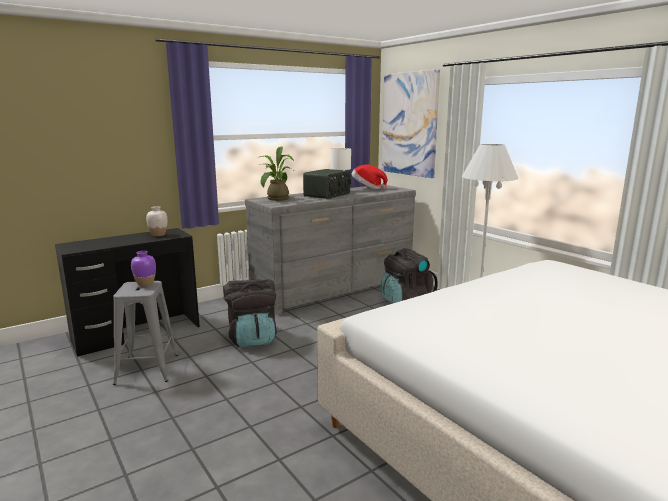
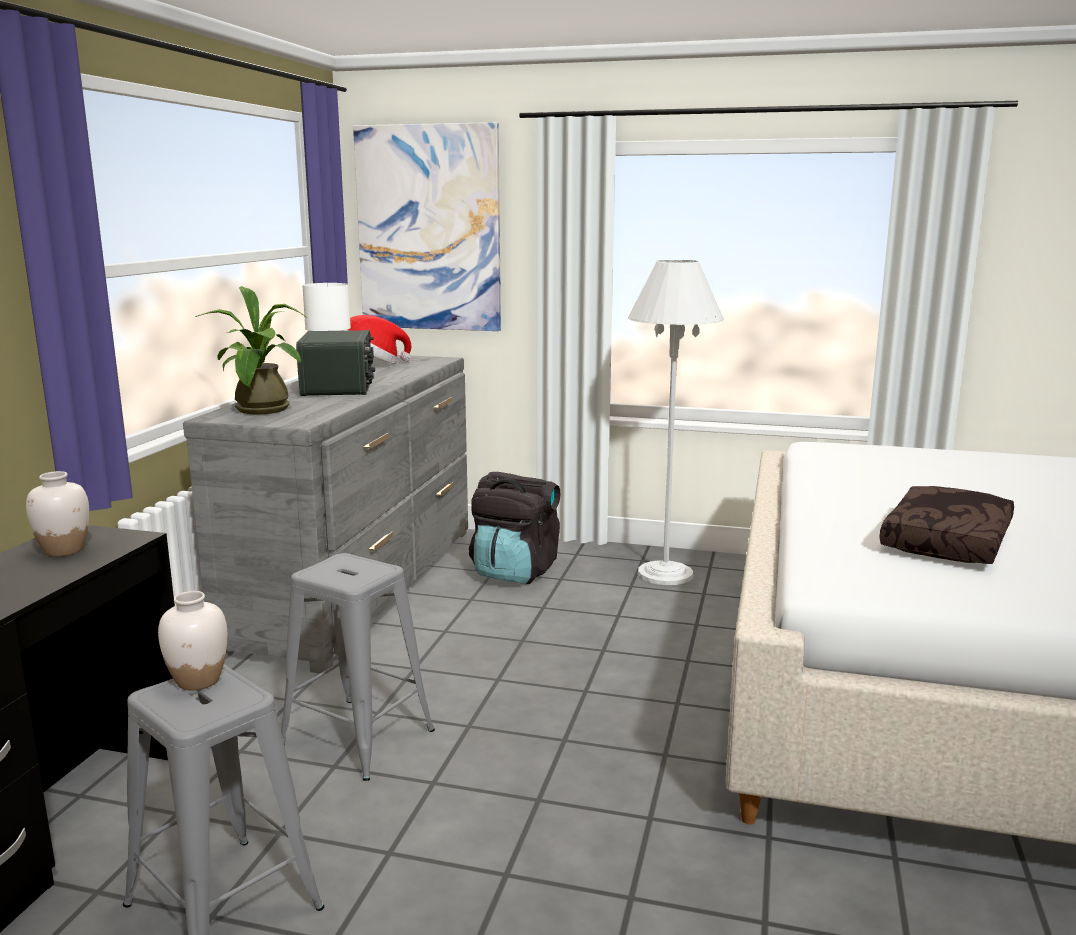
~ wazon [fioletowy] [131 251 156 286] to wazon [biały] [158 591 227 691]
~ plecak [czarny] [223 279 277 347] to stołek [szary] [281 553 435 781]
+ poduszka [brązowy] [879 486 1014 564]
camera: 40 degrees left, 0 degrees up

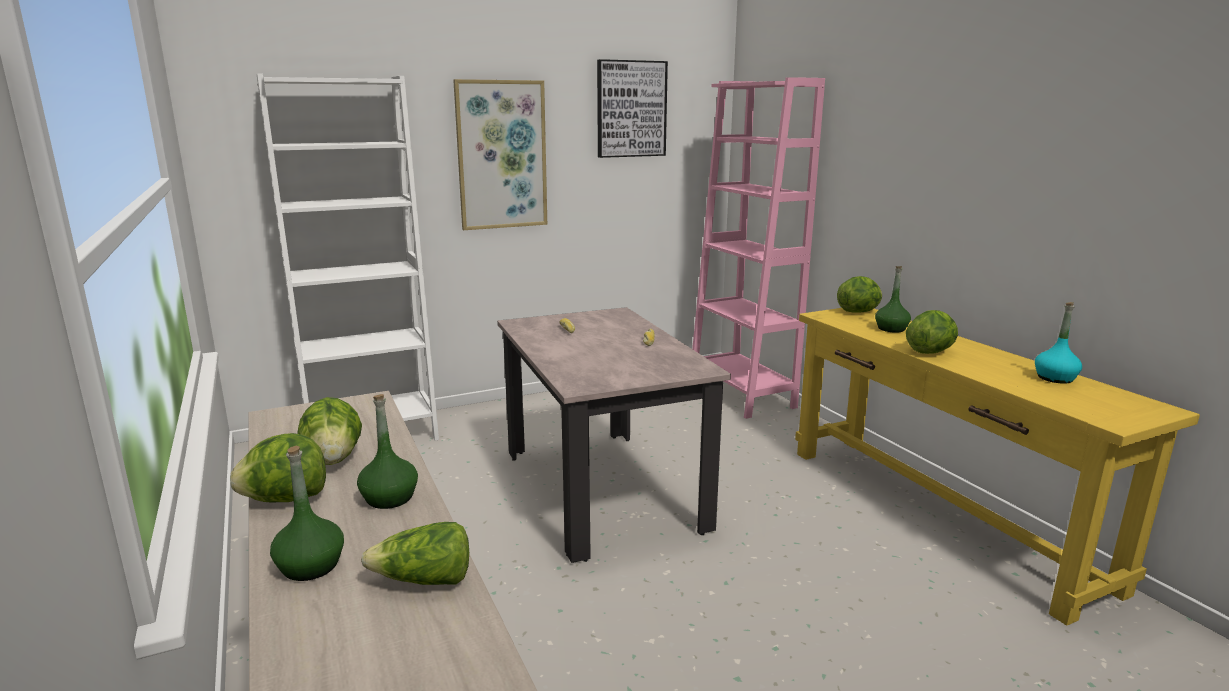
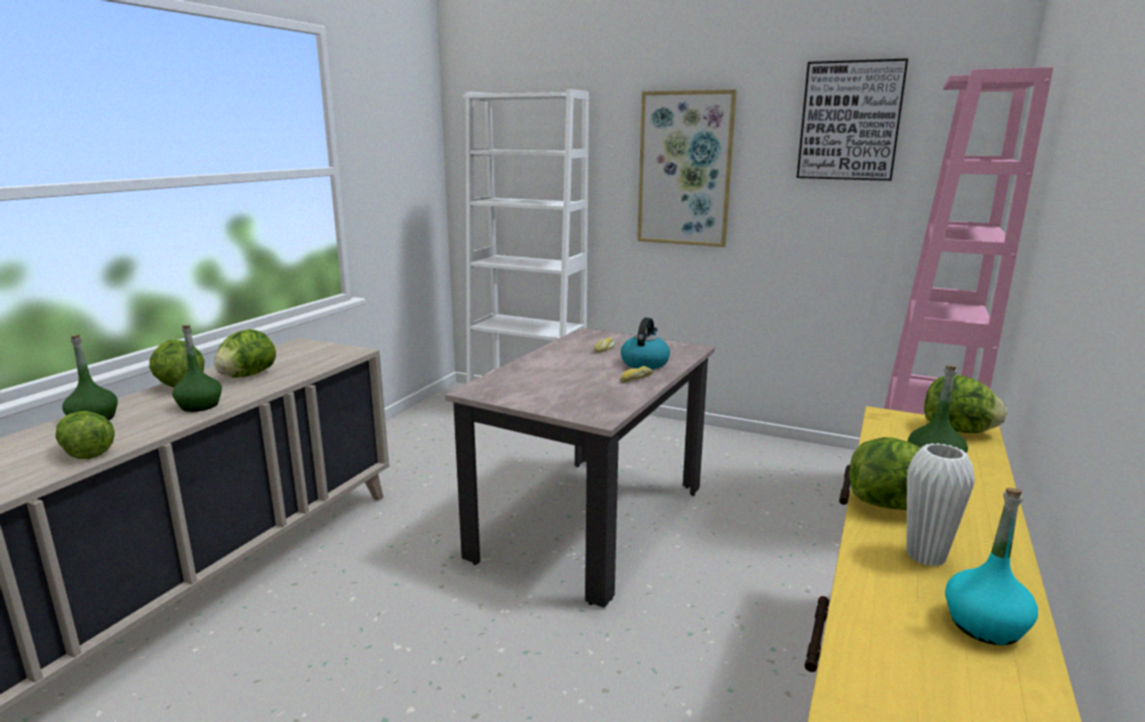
+ czajnik [621 318 670 369]
+ wazon [biały] [907 443 975 567]
camera: 50 degrees right, 0 degrees up

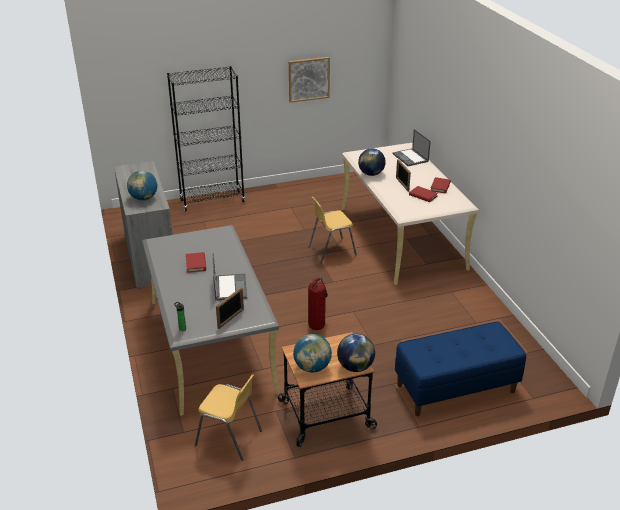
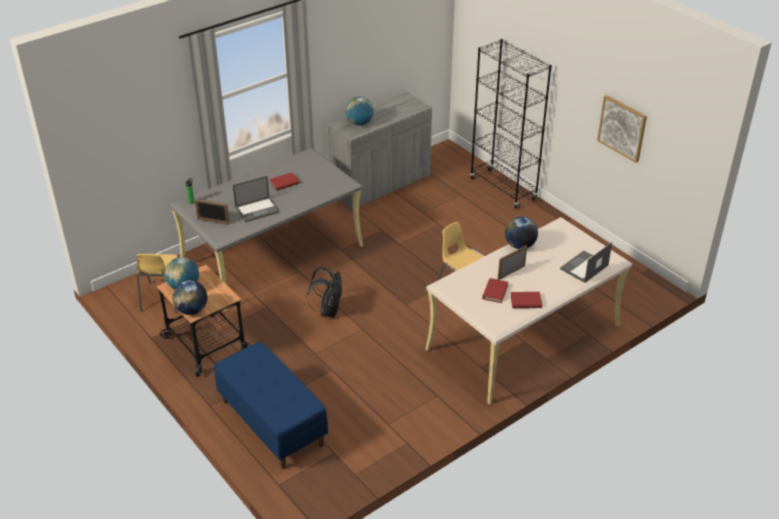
~ gaśnica [308 278 328 330] to plecak [czarny] [306 267 342 318]
camera: 70 degrees right, 5 degrees up

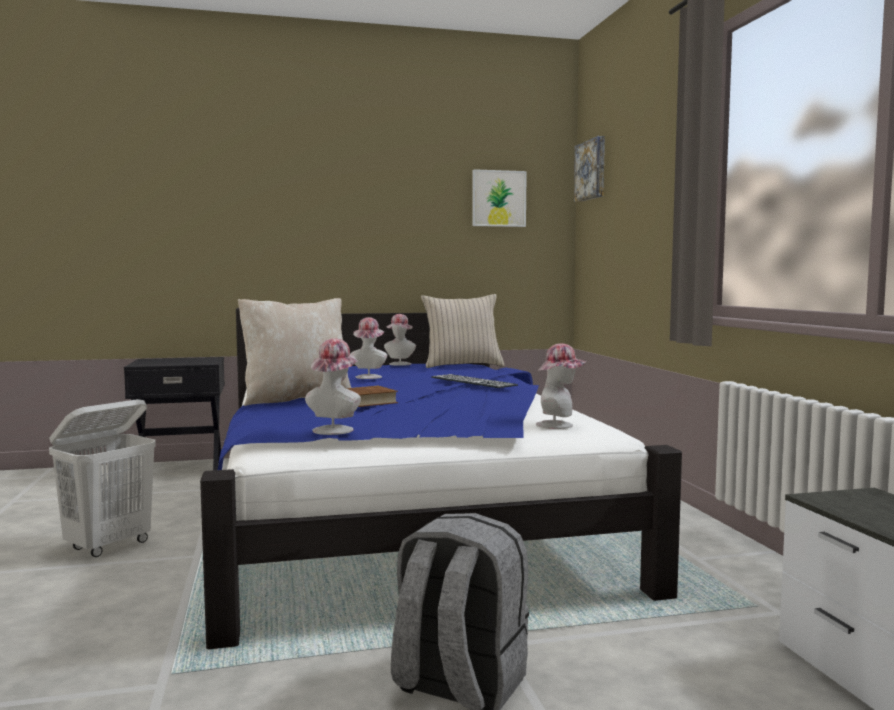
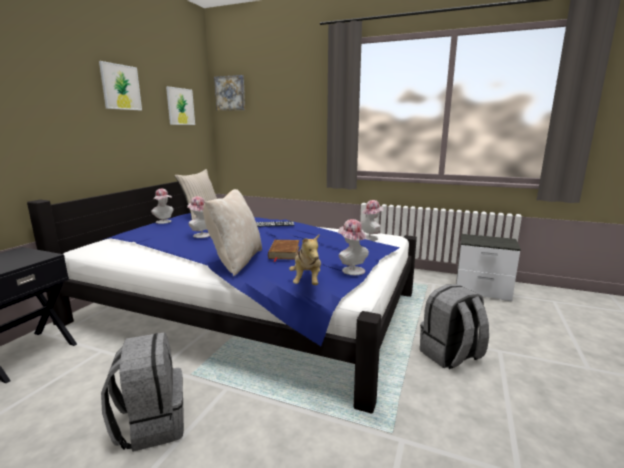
+ obraz [99 61 142 110]
~ kosz na pranie [biały] [49 399 156 557] to plecak [szary] [101 332 184 452]
+ pluszak [289 233 321 285]
camera: 55 degrees left, 10 degrees up

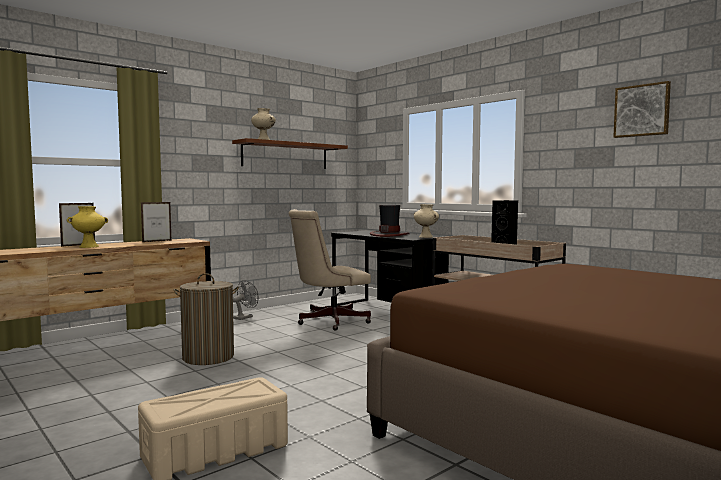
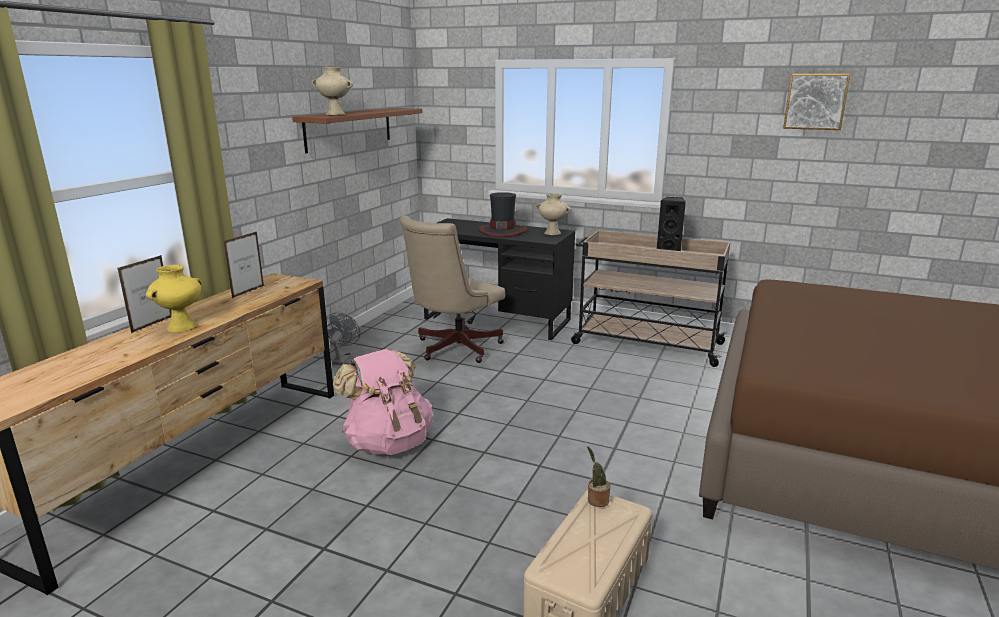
~ kosz na pranie [173 273 239 365] to plecak [różowy] [333 349 433 455]
+ roślina doniczkowa [587 446 610 507]
camera: 25 degrees left, 15 degrees up

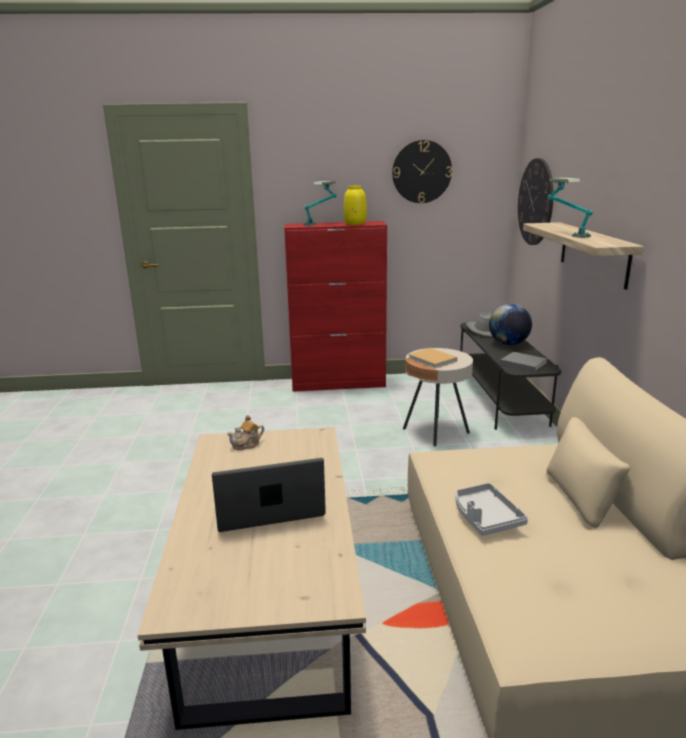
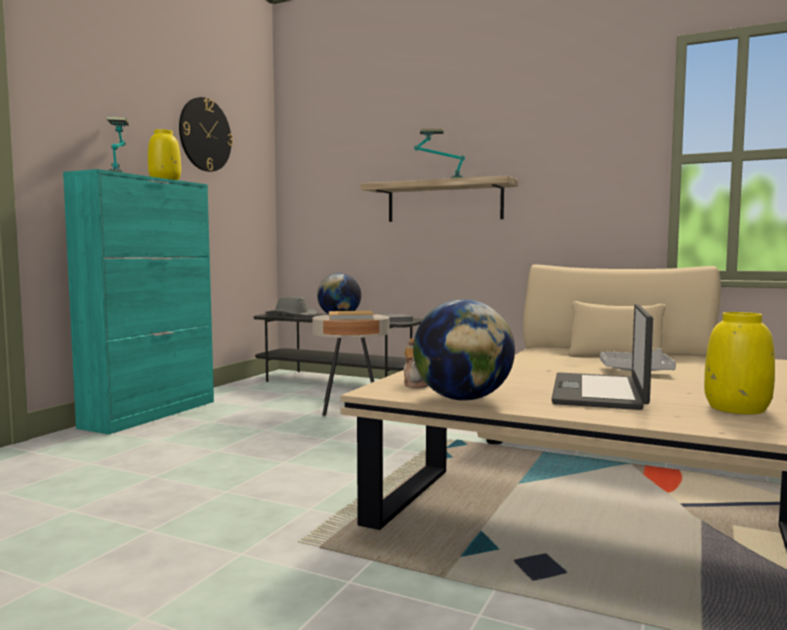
~ szafka [czerwony] [284 221 387 392] to szafka [turkusowy] [63 169 214 434]
+ globus [413 299 515 401]
+ wazon [żółty] [704 312 775 414]
- zegar ścienny [518 158 553 245]
camera: 60 degrees left, 15 degrees down

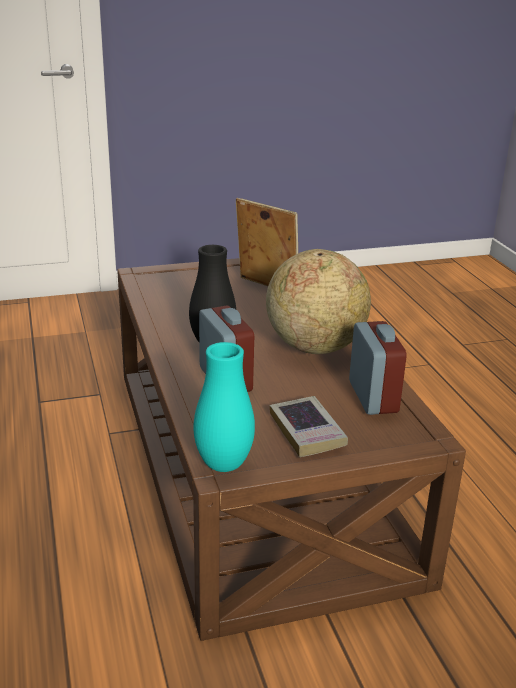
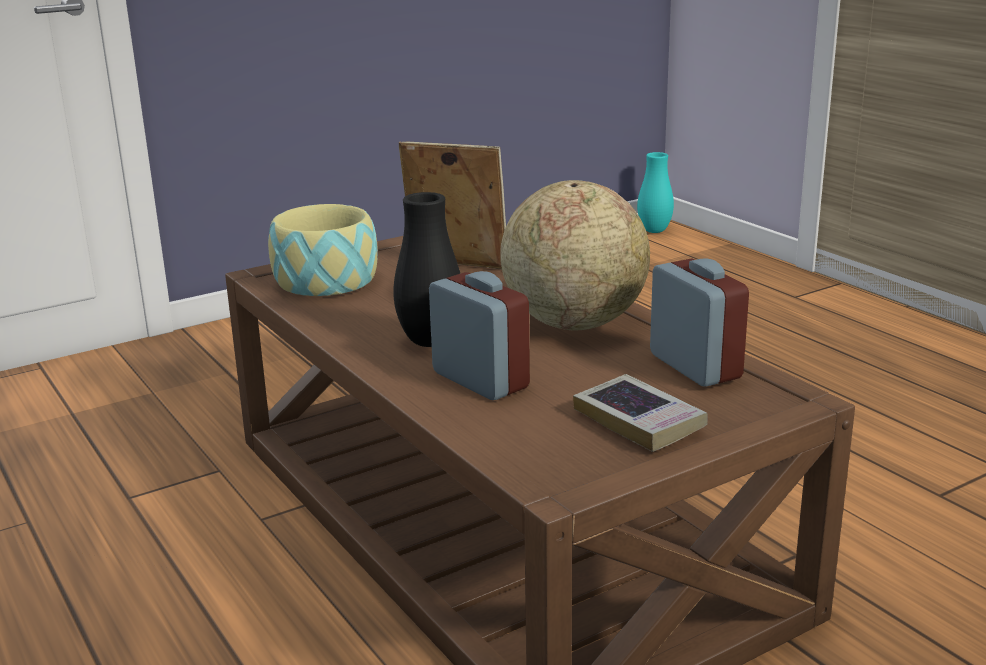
+ miska [268 204 378 296]
~ wazon [turkusowy] [193 342 255 472] to [637 152 674 233]
camera: 15 degrees left, 5 degrees down

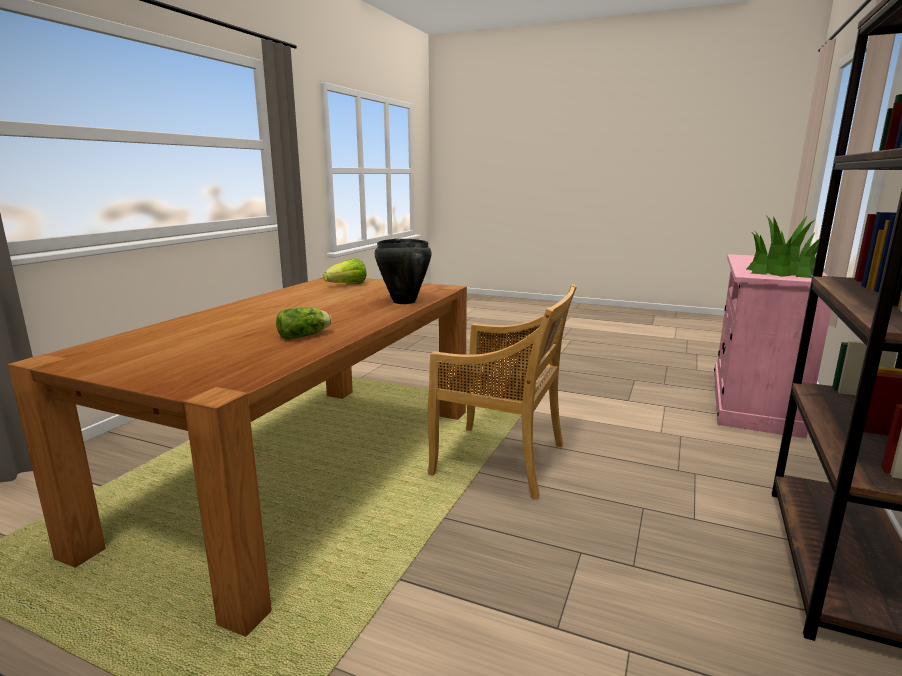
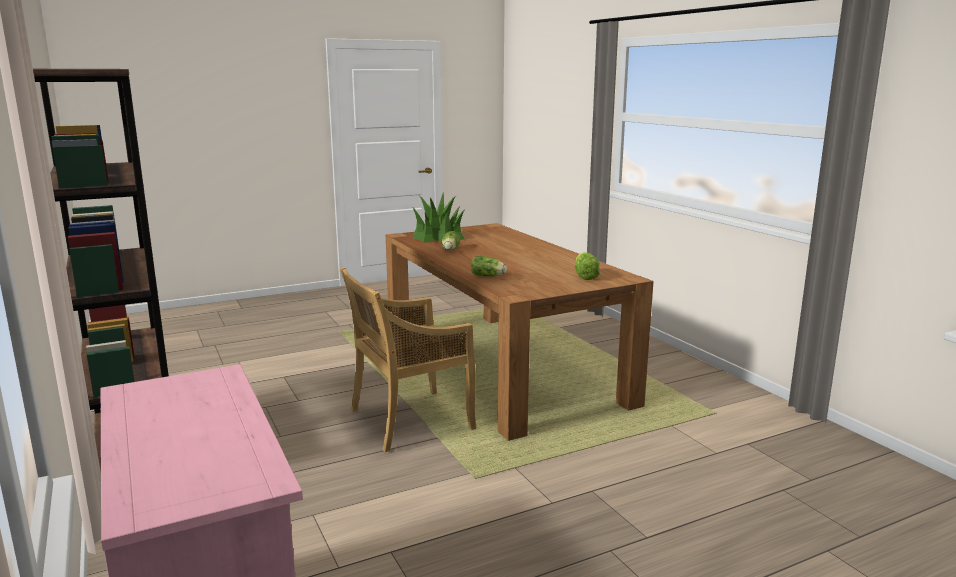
~ roślina doniczkowa [747 215 819 278] to [412 192 464 243]
~ garnek [czarny] [375 239 432 304] to sałata [471 256 507 277]
camera: 130 degrees right, 0 degrees up

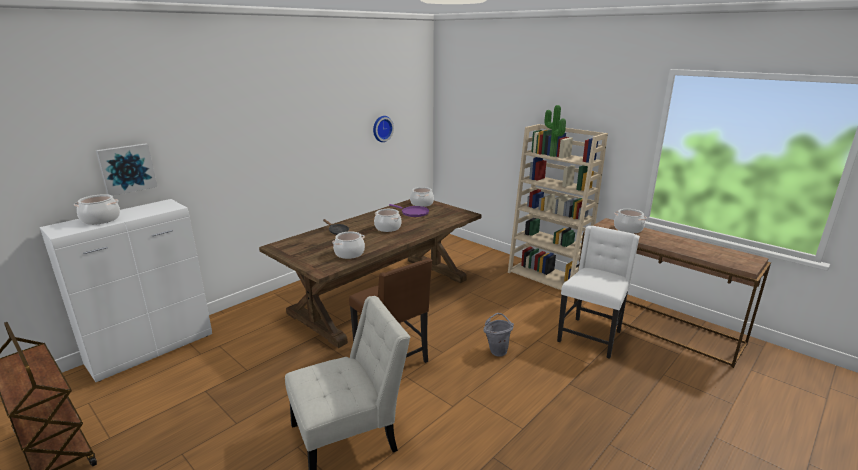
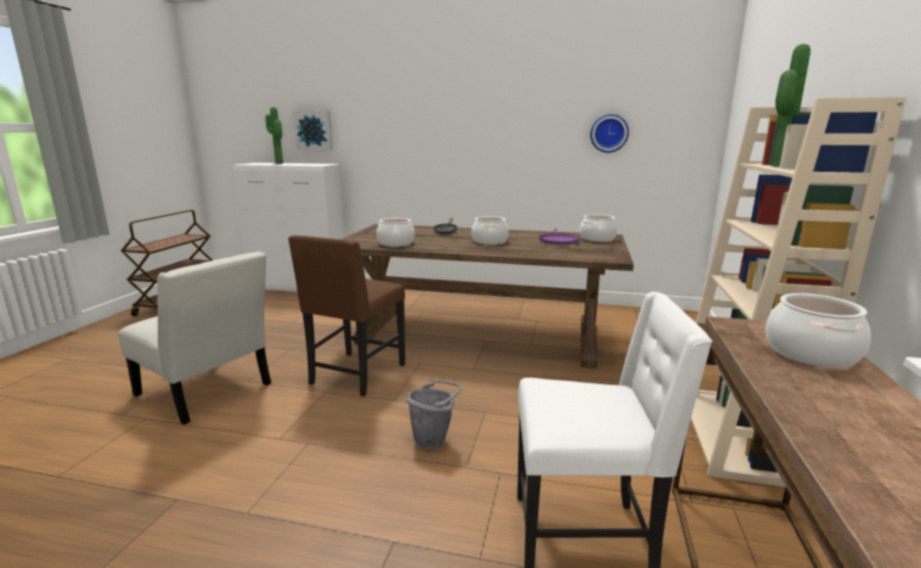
~ garnek [74 194 120 225] to roślina doniczkowa [265 107 283 164]
camera: 60 degrees right, 5 degrees down

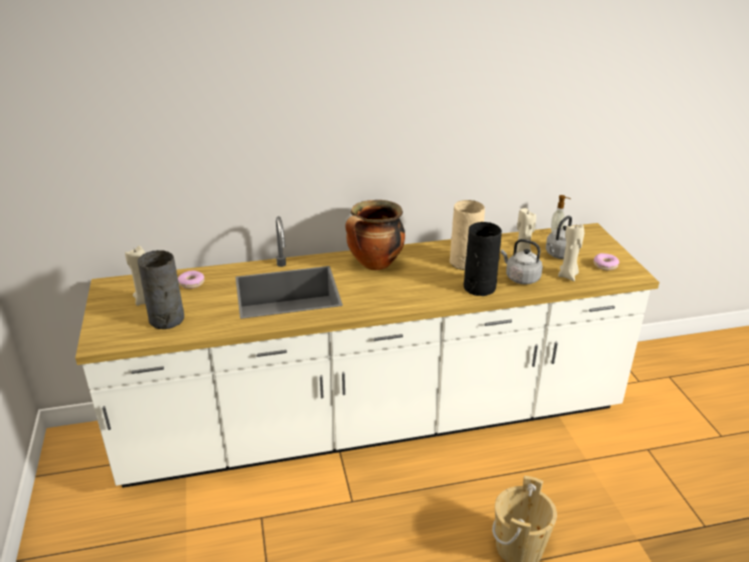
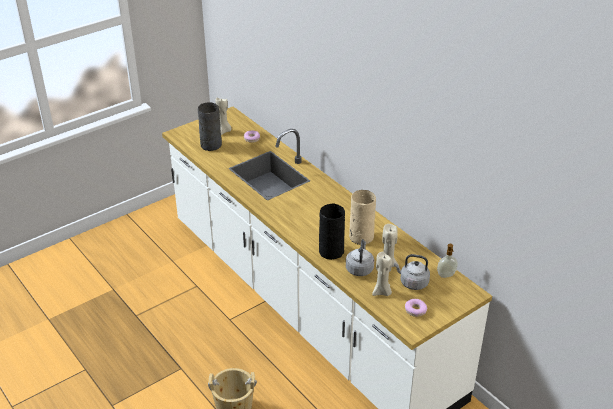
- garnek [345 200 405 270]
camera: 65 degrees right, 5 degrees up

